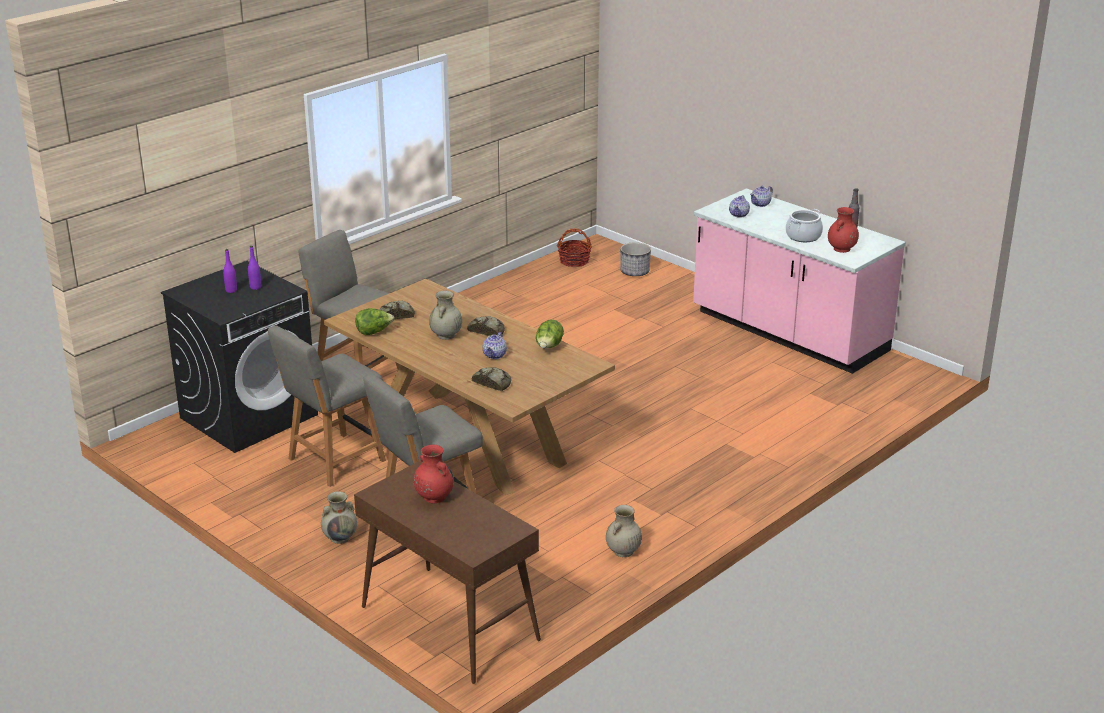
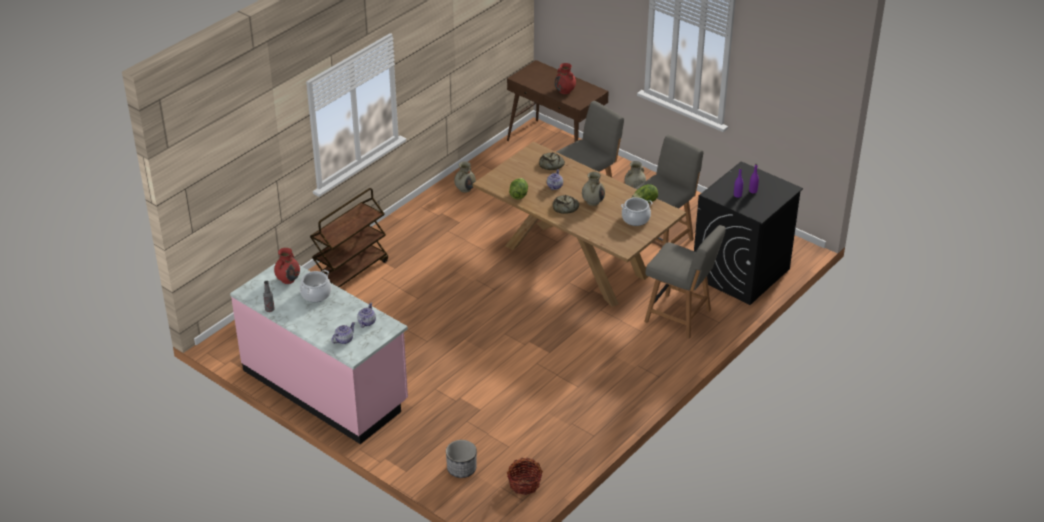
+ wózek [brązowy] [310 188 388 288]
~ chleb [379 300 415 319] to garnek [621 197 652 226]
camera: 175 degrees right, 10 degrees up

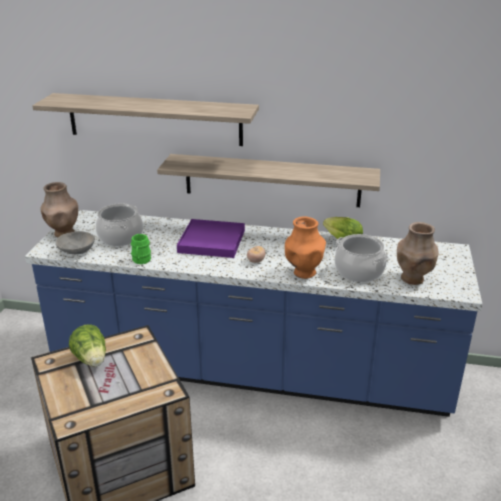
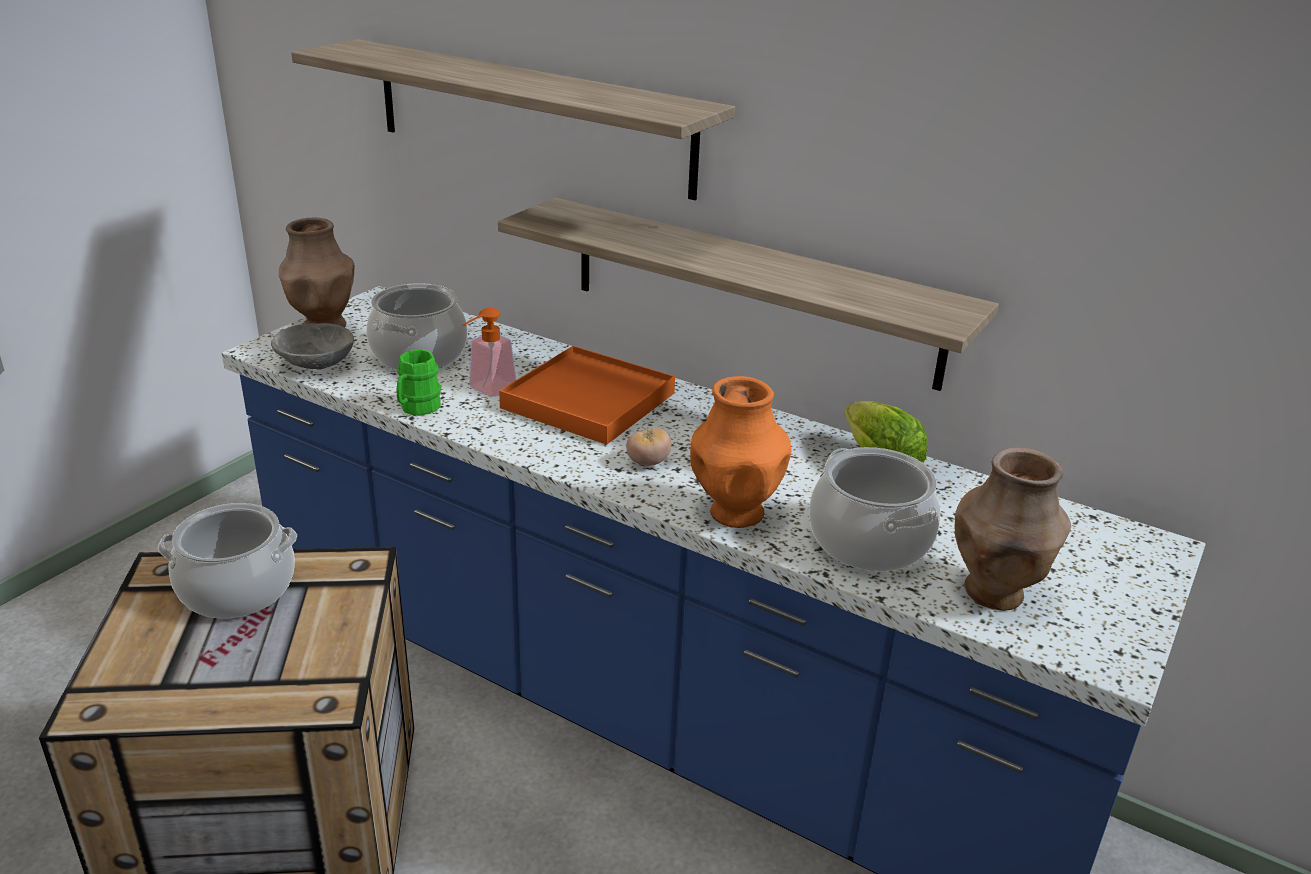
~ sałata [69 324 106 367] to garnek [158 503 297 619]
+ dozownik mydła [463 308 516 397]
~ taca [fioletowy] [177 219 245 258] to taca [pomarańczowy] [499 346 675 445]
camera: 20 degrees right, 0 degrees up

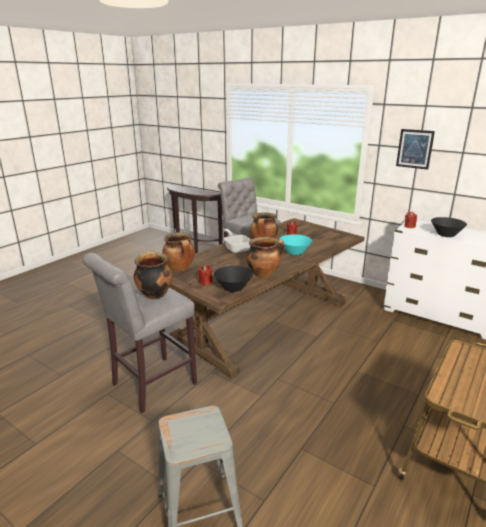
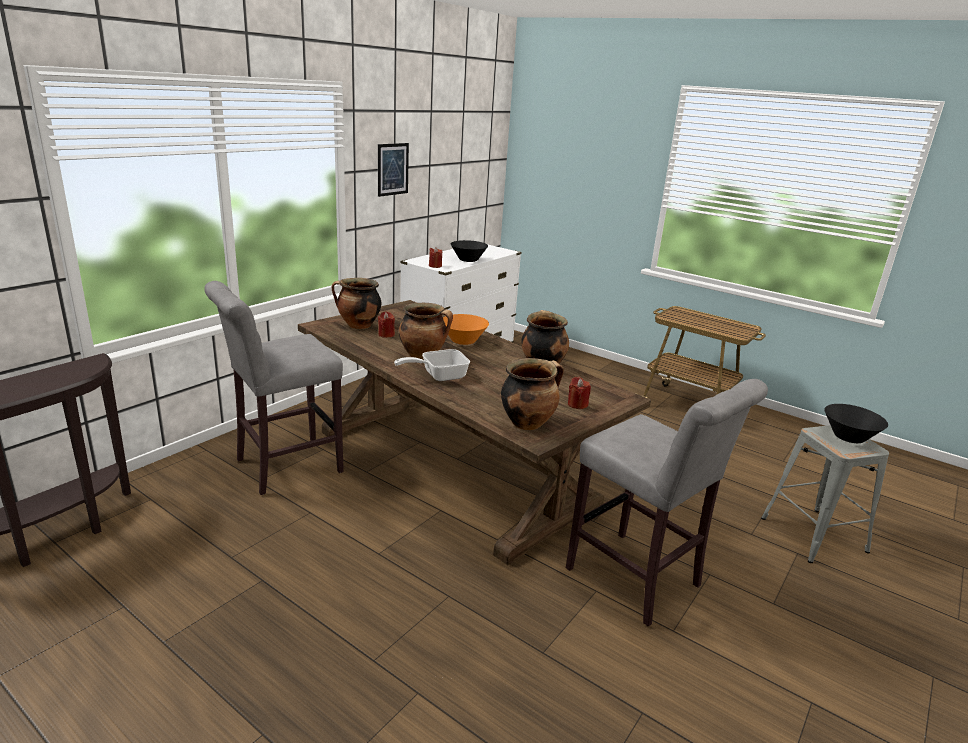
~ garnek [134 251 172 299] to [332 278 381 329]
~ miska [turkusowy] [279 234 312 255] to miska [pomarańczowy] [443 314 489 345]
~ miska [czarny] [214 266 253 292] to [824 404 888 443]
camera: 90 degrees left, 0 degrees up

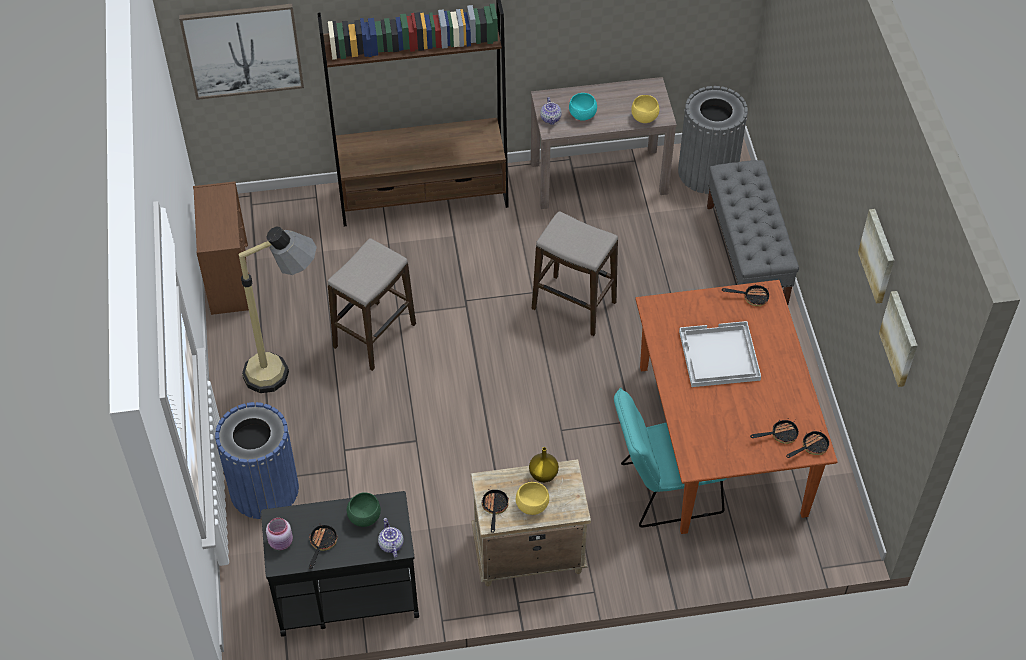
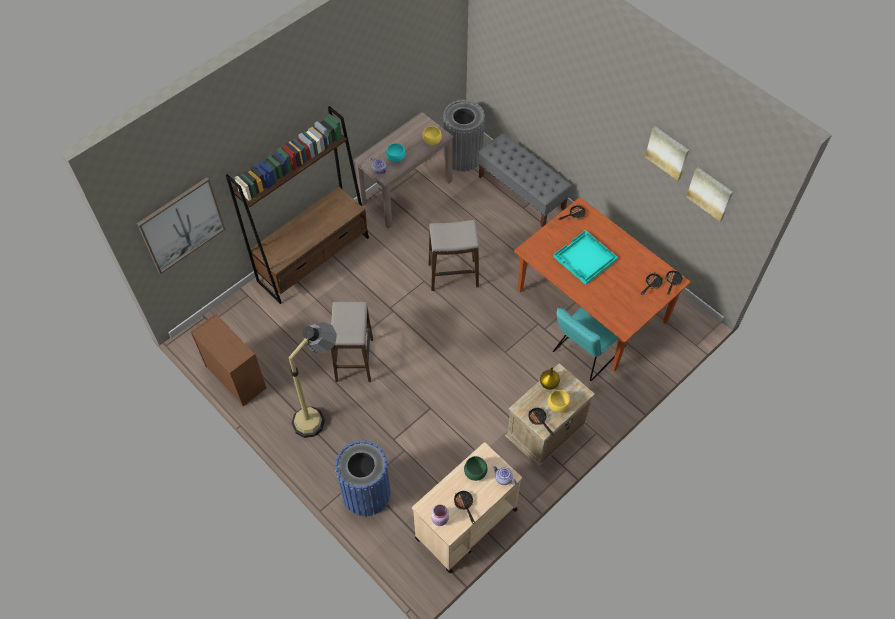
~ wózek [czarny] [261 491 419 637] to wózek [beżowy] [412 442 522 574]
~ taca [biały] [679 321 761 387] to taca [turkusowy] [553 230 618 285]
camera: 35 degrees left, 5 degrees up

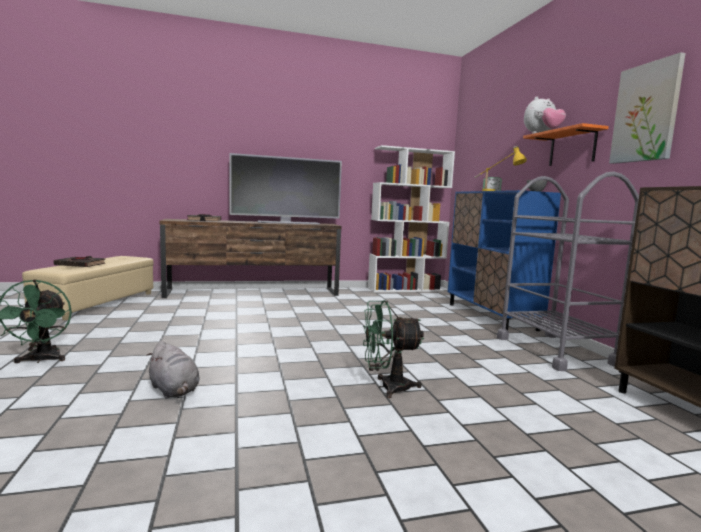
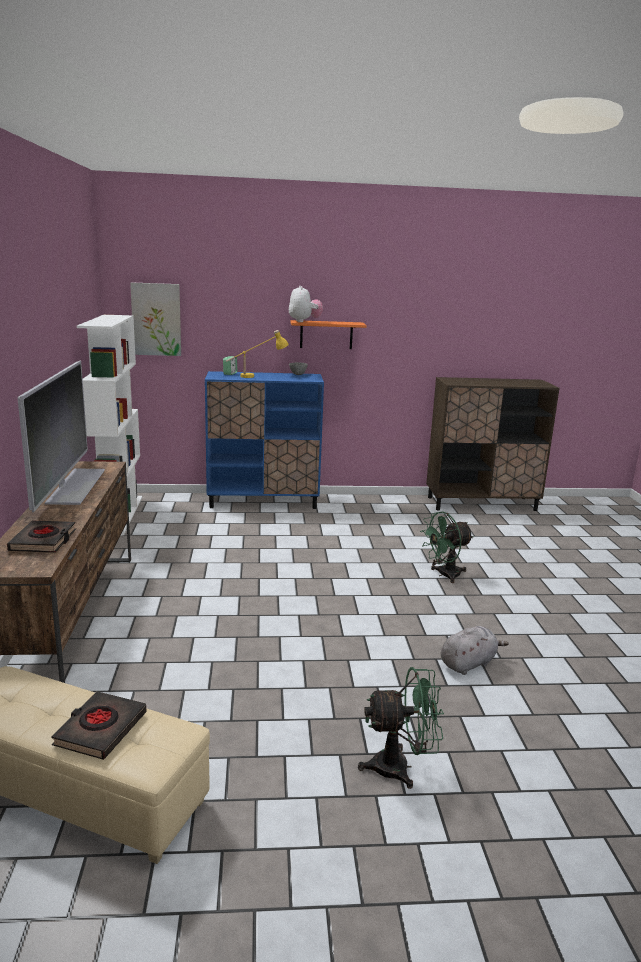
~ obraz [609 52 686 164] to [130 282 181 356]
~ wentylator [zielony] [363 300 424 398] = [420 512 474 583] 60 degrees clockwise
- wózek [szary] [497 172 639 371]
camera: 80 degrees left, 10 degrees up

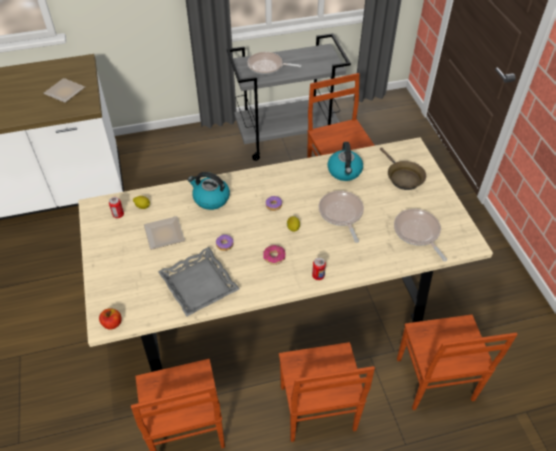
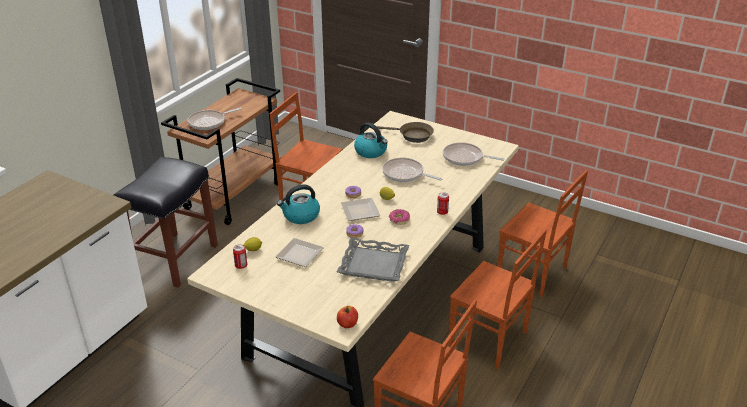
+ stołek [czarny] [114 157 218 287]
~ wózek [szary] [227 33 351 161] to wózek [brązowy] [161 78 281 225]
~ talerz [43 78 85 103] to [341 198 380 221]
camera: 45 degrees left, 15 degrees down

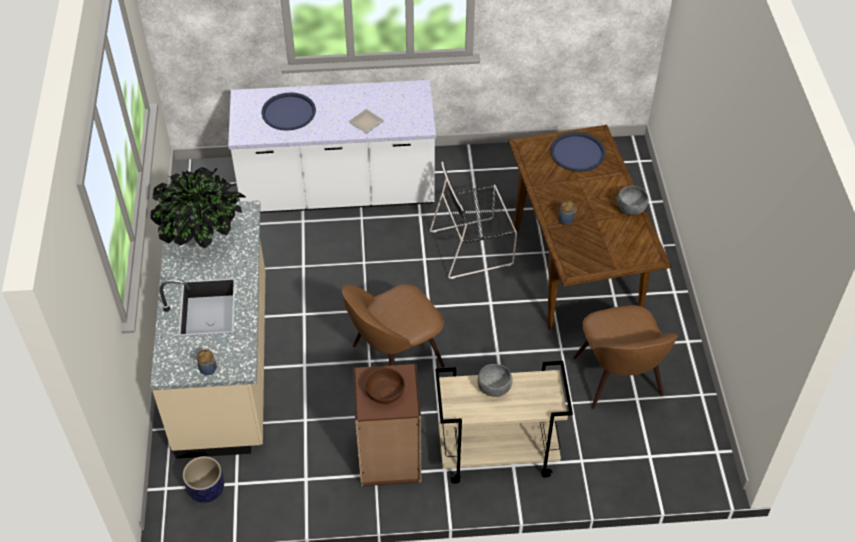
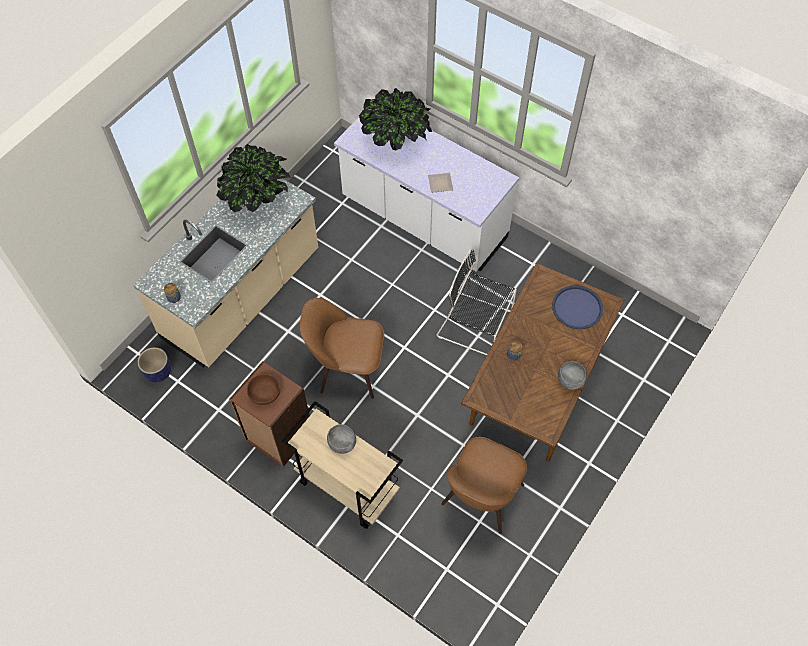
~ taca [niebieski] [261 92 316 131] to roślina doniczkowa [359 88 432 150]
camera: 40 degrees right, 10 degrees up

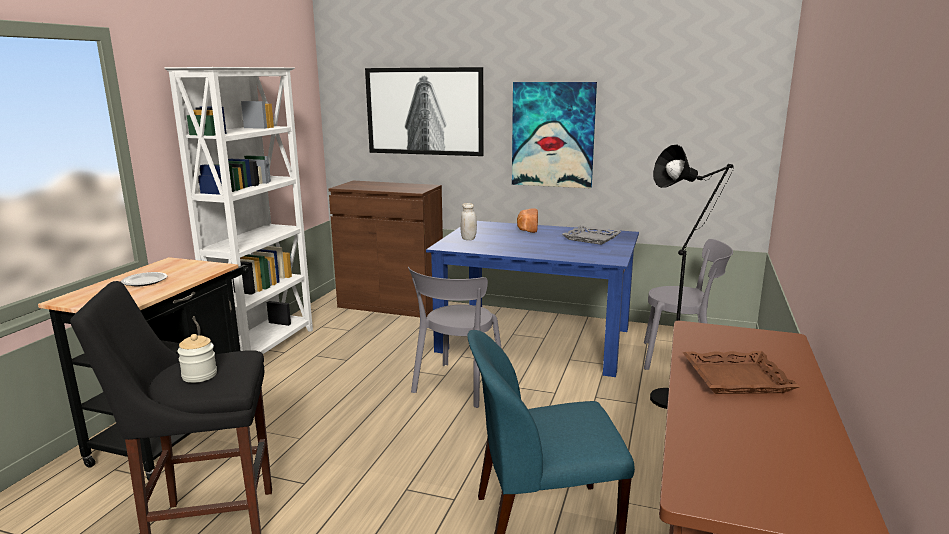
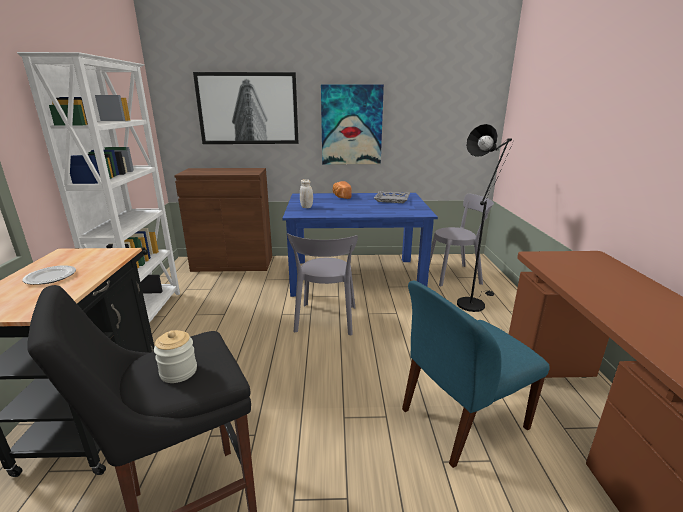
- taca [brązowy] [682 351 800 394]
camera: 20 degrees left, 5 degrees up

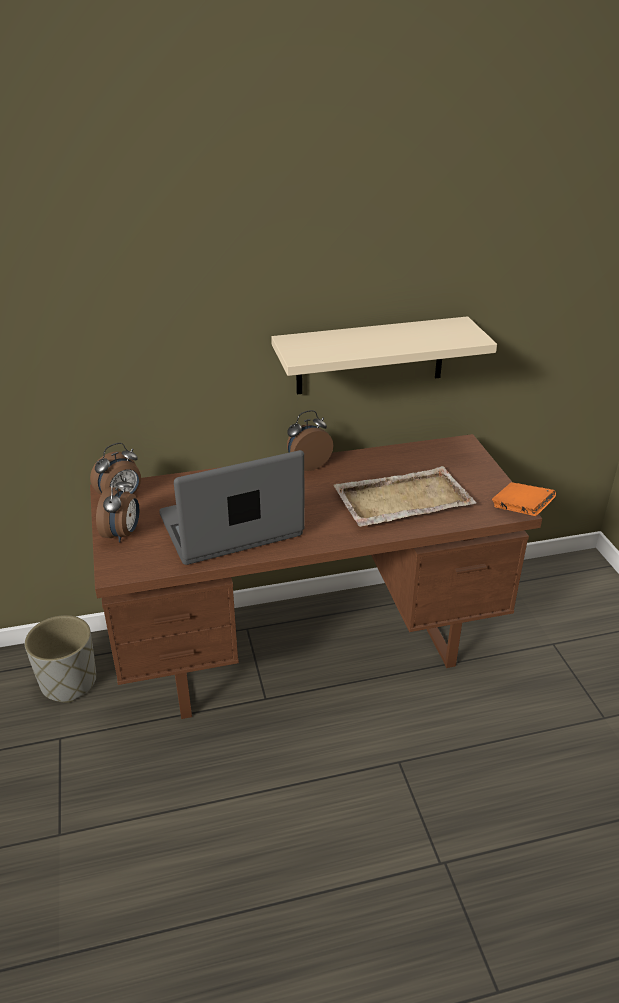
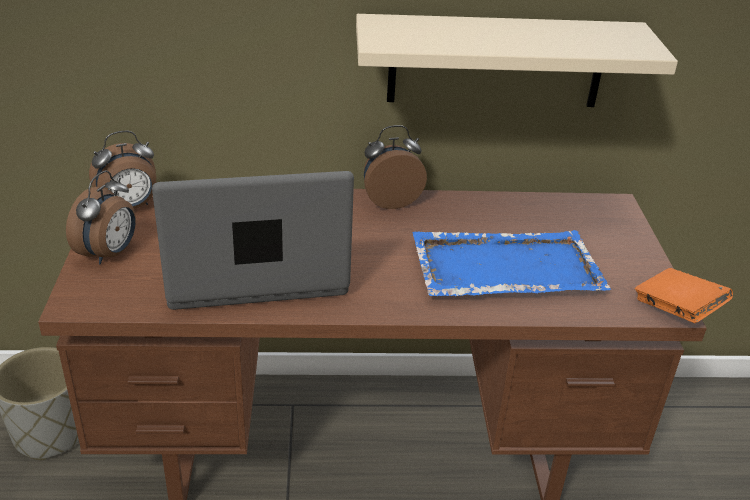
~ taca [beżowy] [333 466 476 527] to taca [niebieski] [412 230 611 296]
camera: 10 degrees right, 0 degrees up

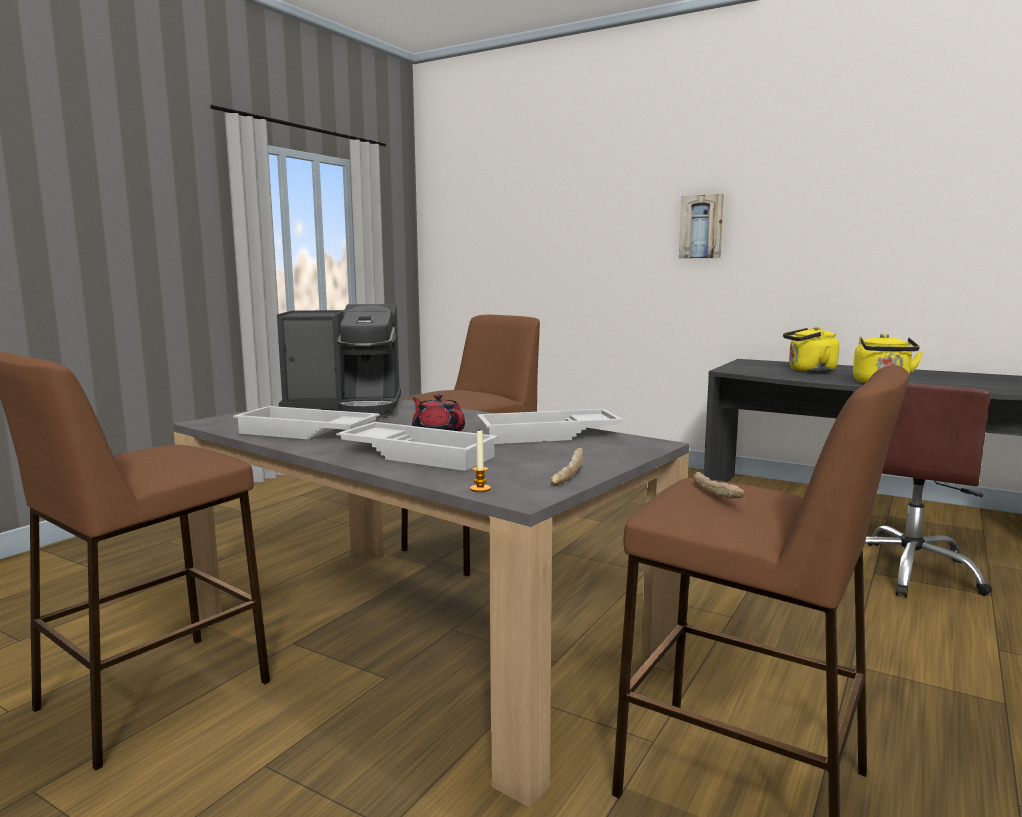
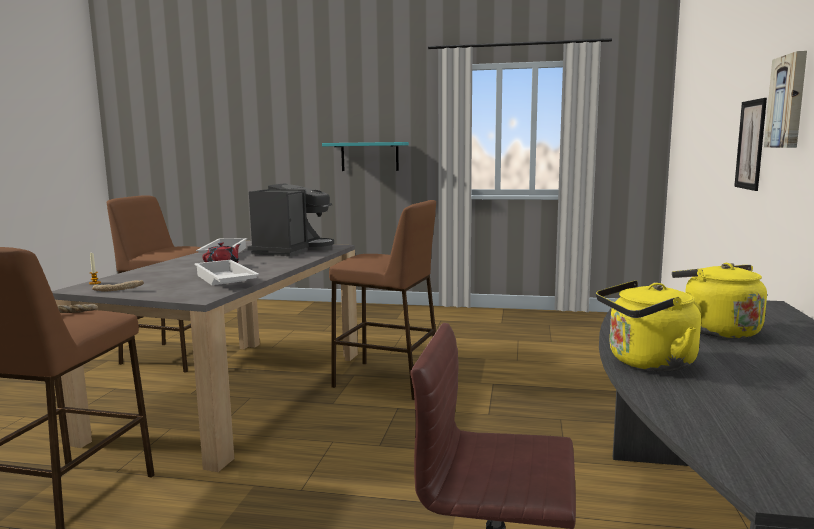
~ ekspres do kawy [277 304 401 418] = [247 183 334 256] 135 degrees counterclockwise
+ półka [turkusowy] [322 142 409 171]
+ obraz [734 98 767 191]
- taca [biały] [336 422 499 471]
camera: 70 degrees right, 0 degrees up

